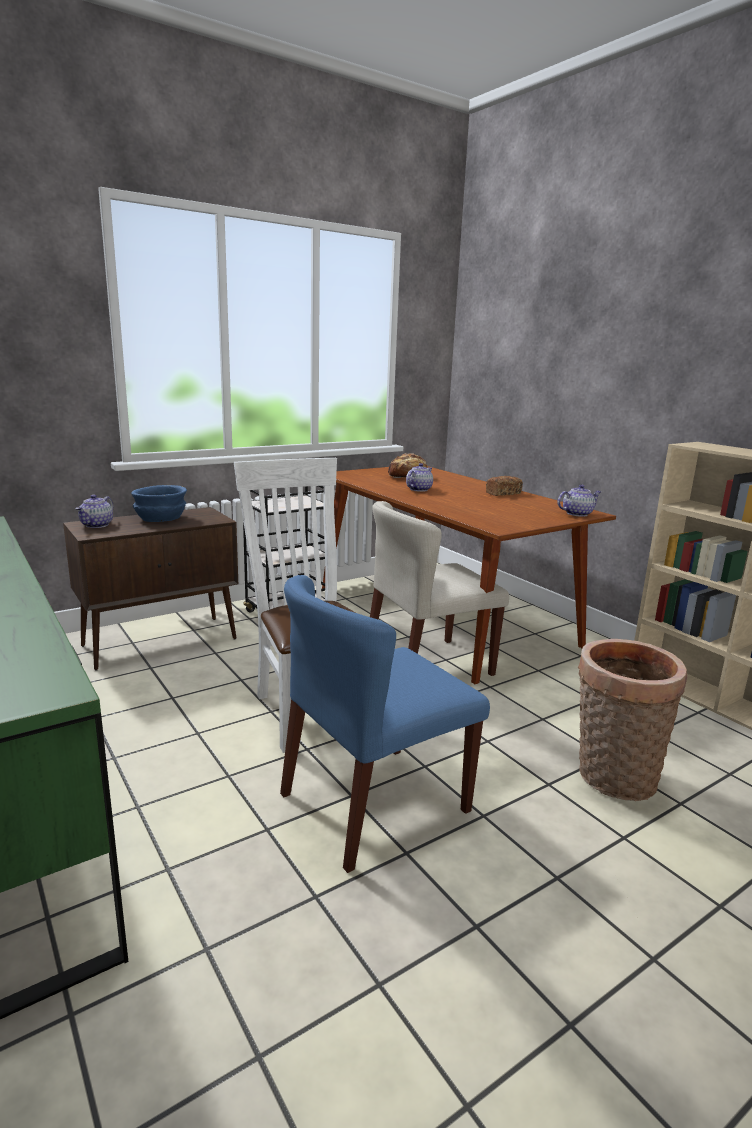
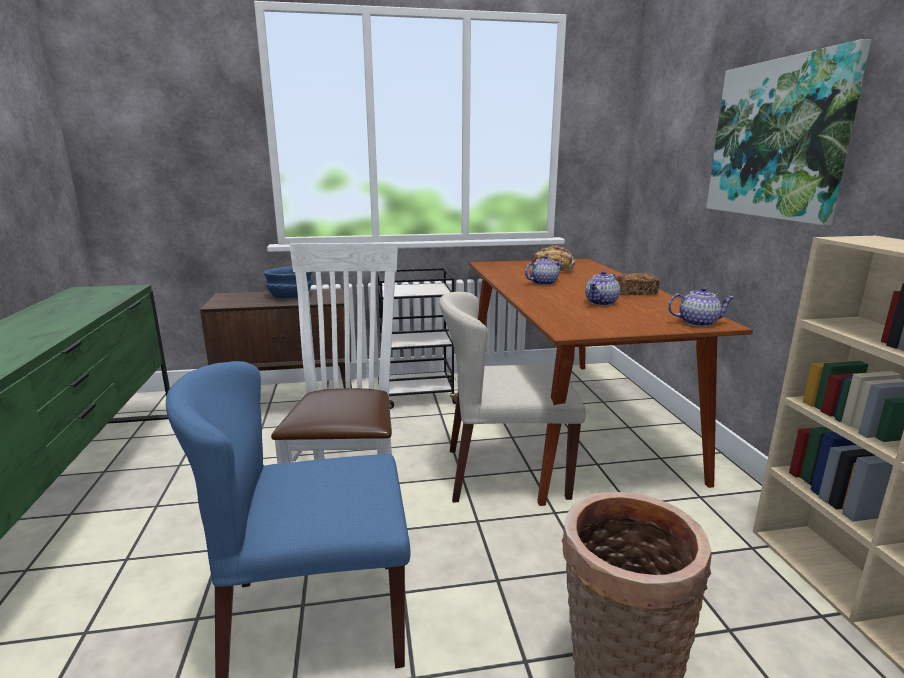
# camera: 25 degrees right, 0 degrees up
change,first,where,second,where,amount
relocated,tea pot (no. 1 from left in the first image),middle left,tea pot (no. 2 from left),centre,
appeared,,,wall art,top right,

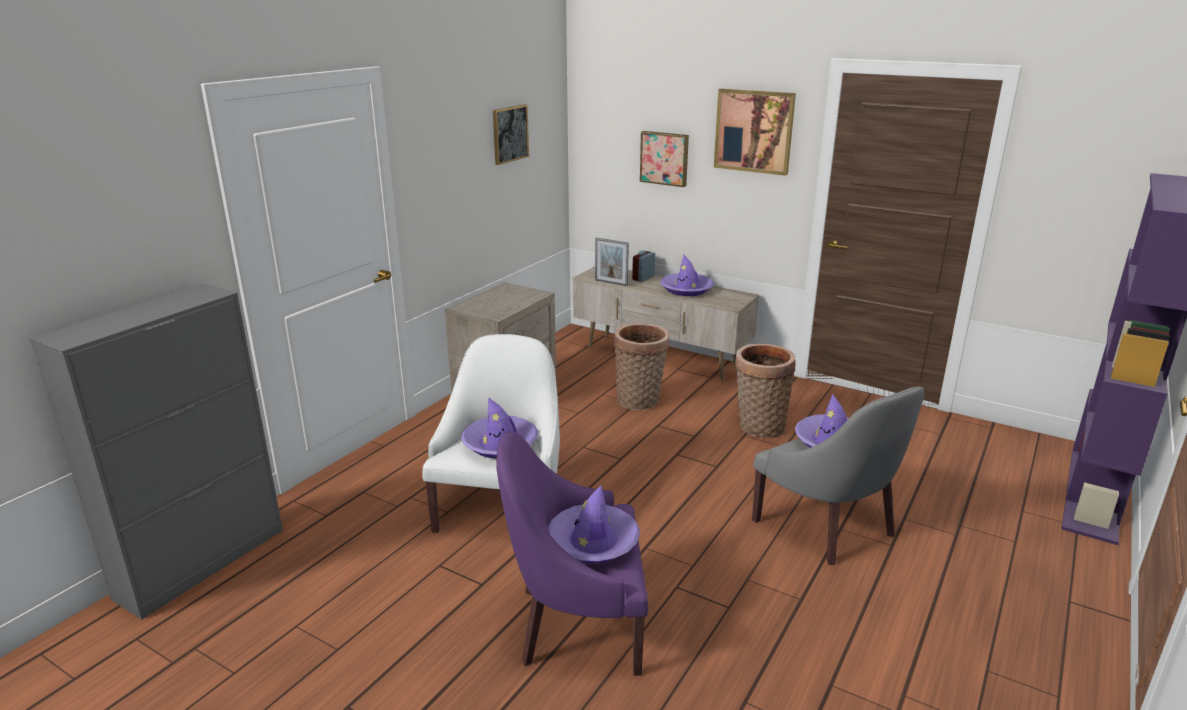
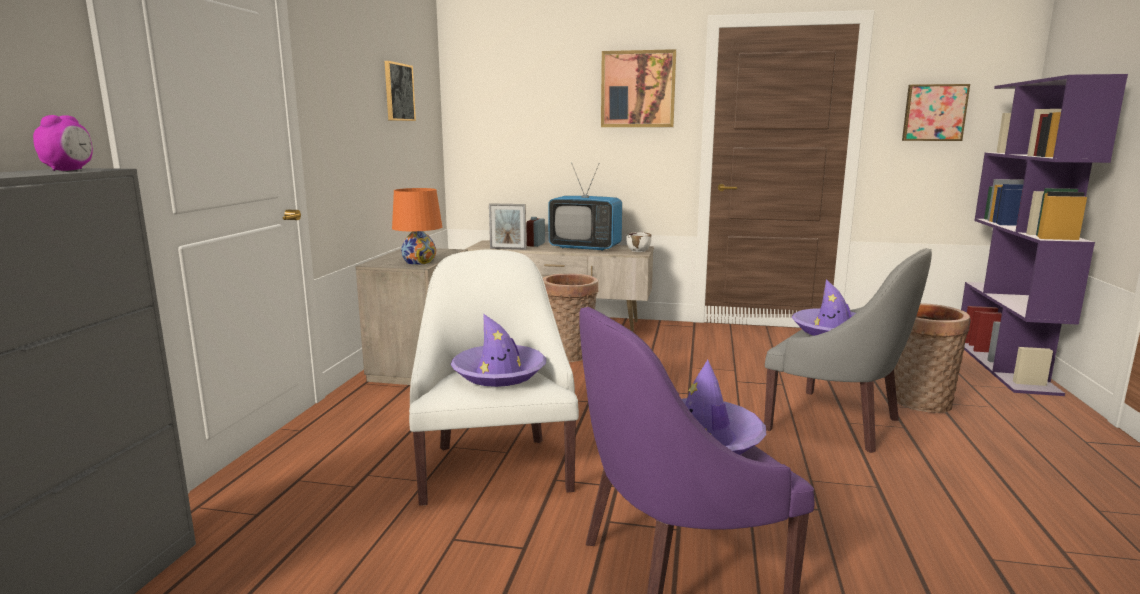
# camera: 20 degrees left, 10 degrees down
change,first,where,second,where,amount
appeared,,,table clock (no. 1 from left),top left,
appeared,,,orange table lamp,centre,
exchanged,purple-coloured wearable hat (no. 3 from left),centre,TV set,centre,
appeared,,,white-coloured deep dish,centre,
relocated,basket (no. 2 from left),centre,,middle right,
relocated,wall art (no. 2 from left in the first image),top centre,wall art (no. 3 from left),top right,

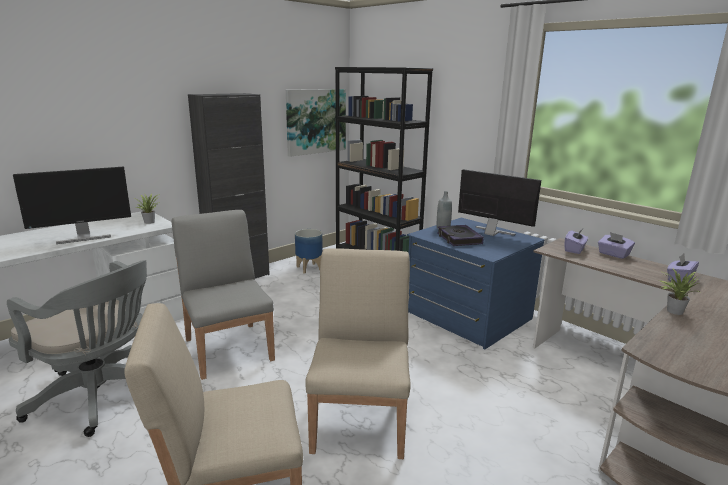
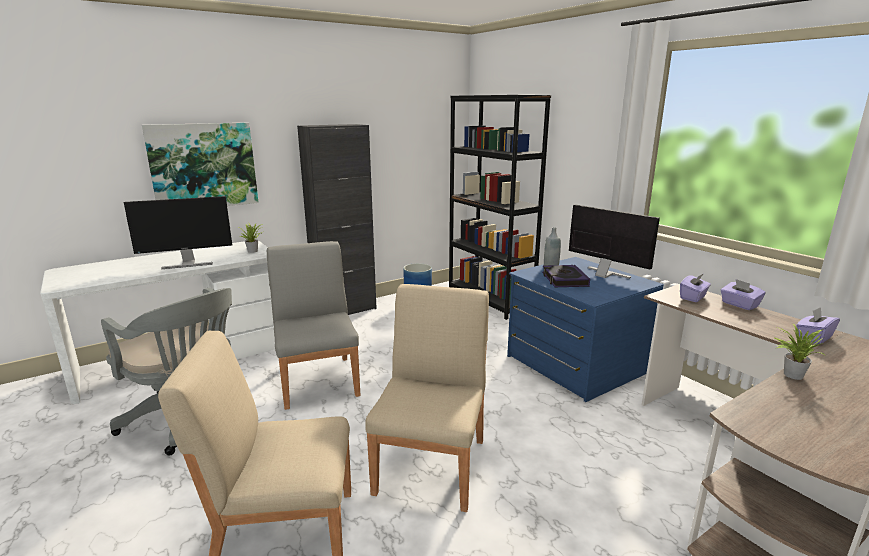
# camera: 10 degrees right, 0 degrees up
change,first,where,second,where,amount
relocated,wall art,top centre,,top left,

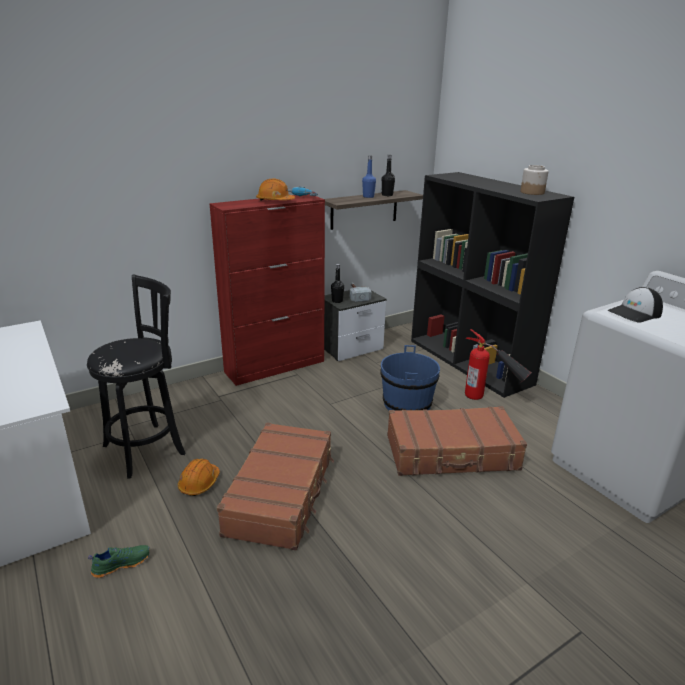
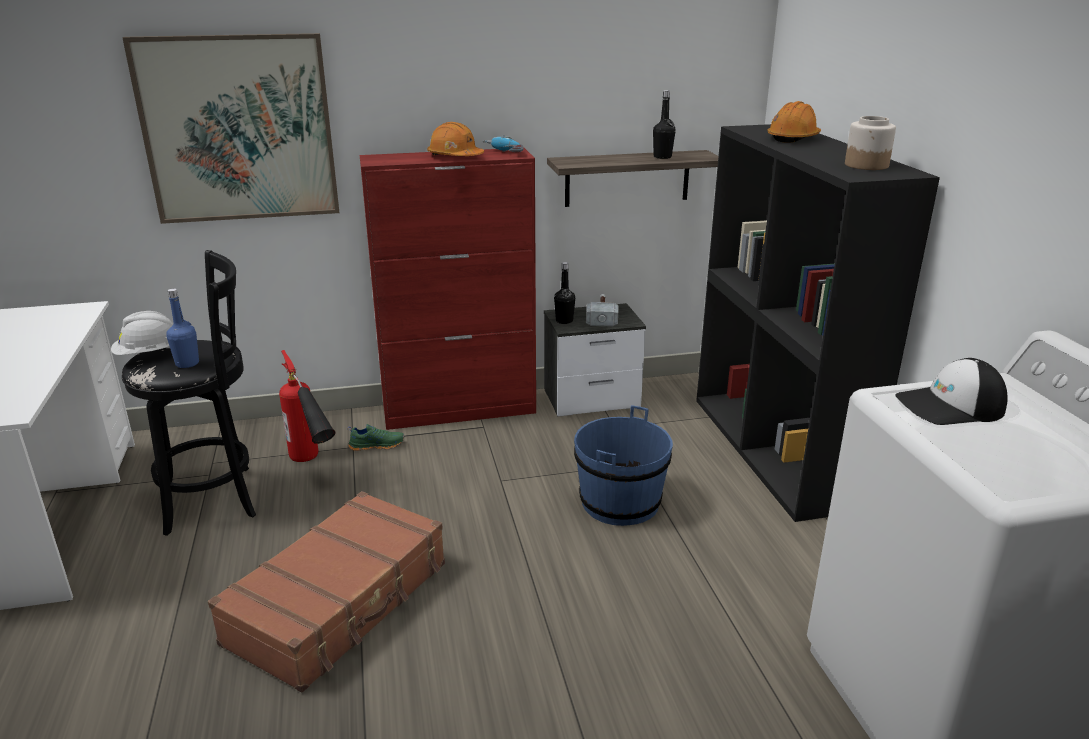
# camera: 20 degrees right, 0 degrees up
change,first,where,second,where,amount
appeared,,,white-coloured work helmet,middle left,
appeared,,,wall art,top left,
relocated,blue bottle,top centre,,middle left,
relocated,fire extinguisher,middle right,,middle left,
relocated,green-coloured shoe,bottom left,,centre,
relocated,orange work helmet (no. 1 from left in the first image),bottom left,orange work helmet (no. 2 from left),top right,
missing,brownish piece of luggage (no. 2 from left),middle right,,,

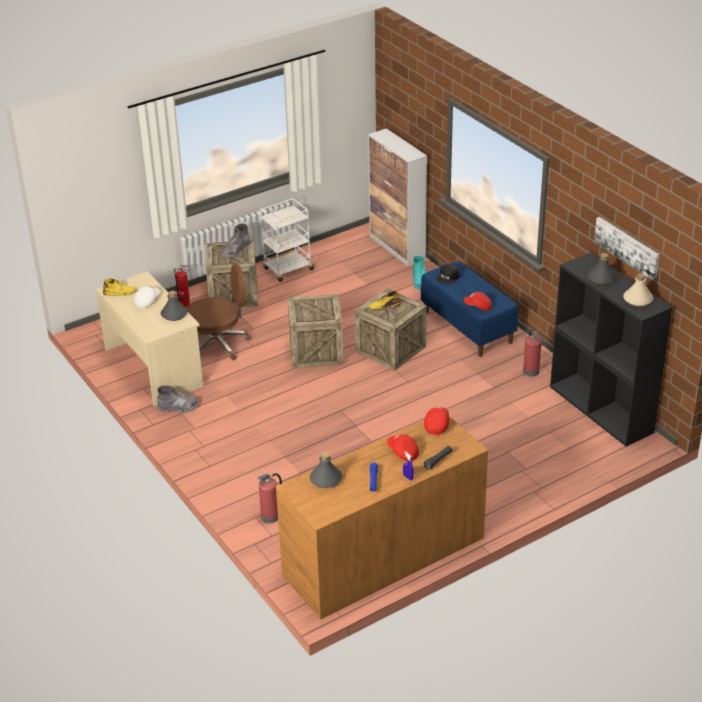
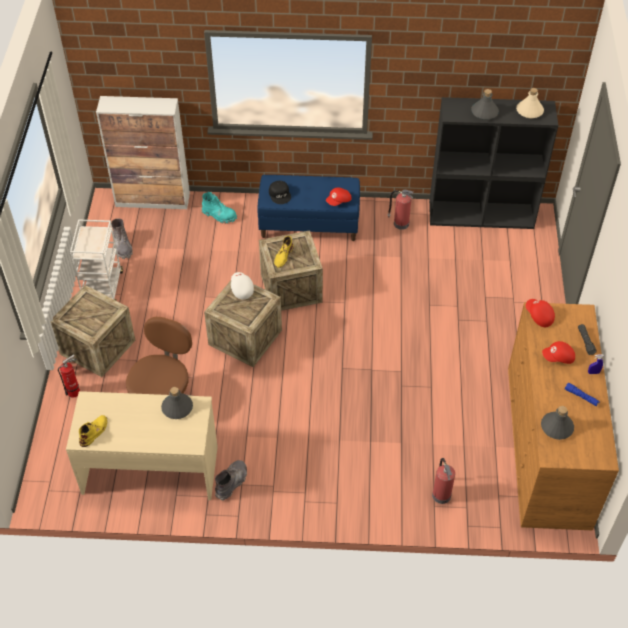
# camera: 55 degrees left, 15 degrees up
change,first,where,second,where,amount
relocated,greyish tall boot (no. 2 from left in the first image),centre,greyish tall boot (no. 1 from left),middle left,
relocated,white-coloured peaked cap,middle left,,centre,
missing,wall art,middle right,,,

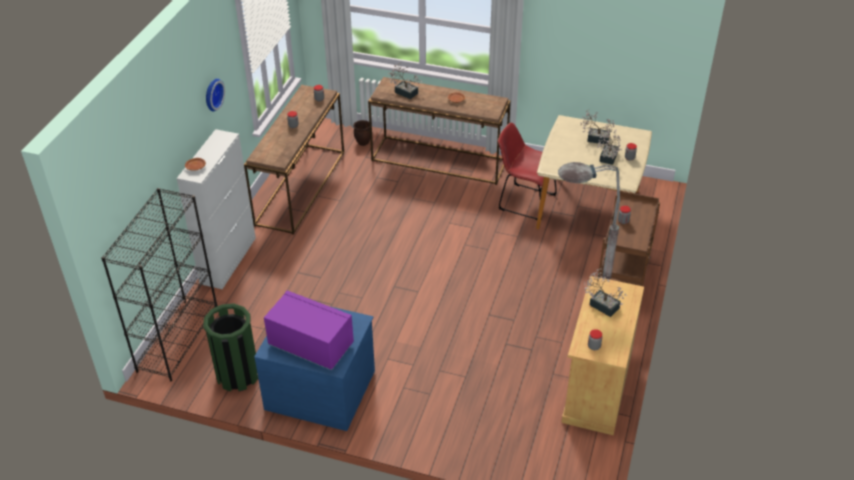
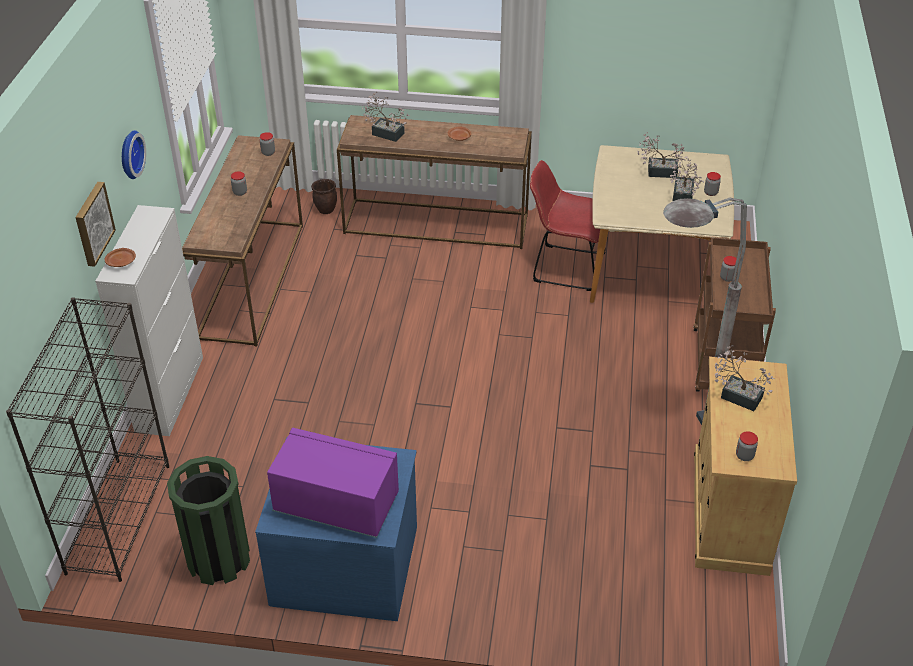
# camera: 10 degrees left, 0 degrees up
change,first,where,second,where,amount
appeared,,,wall art,middle left,

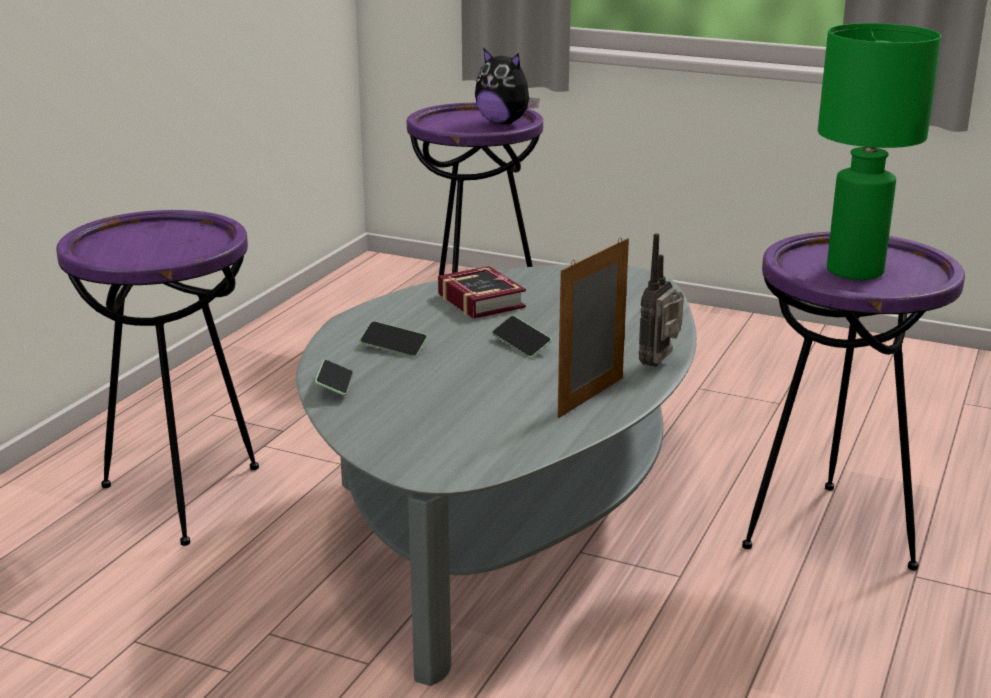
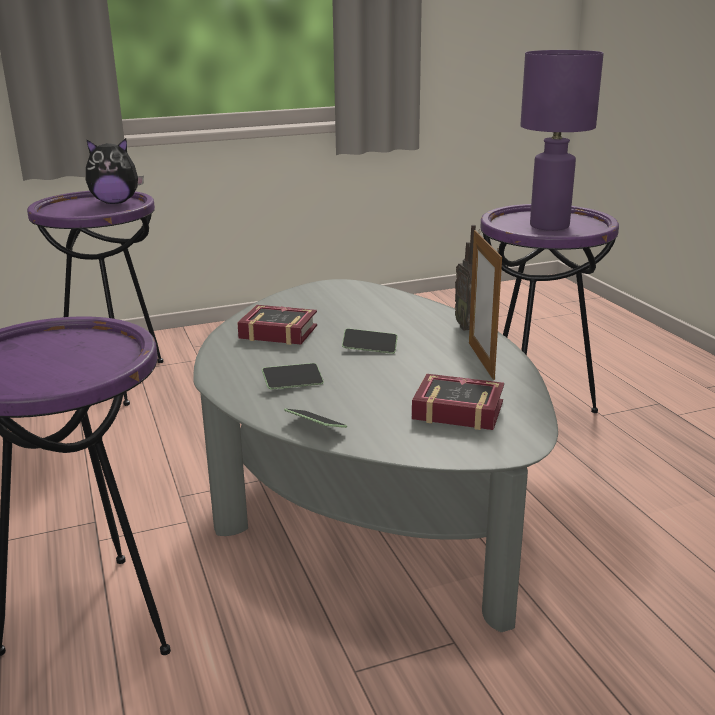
# camera: 45 degrees left, 0 degrees up
change,first,where,second,where,amount
appeared,,,volume (no. 2 from left),centre,
colour,green-coloured table lamp,top right,purple-coloured table lamp,top right,

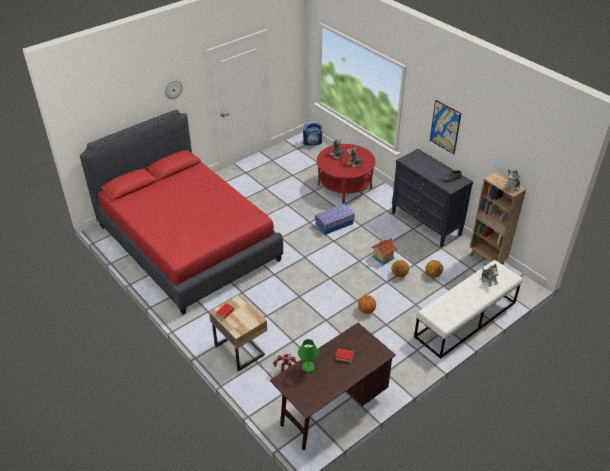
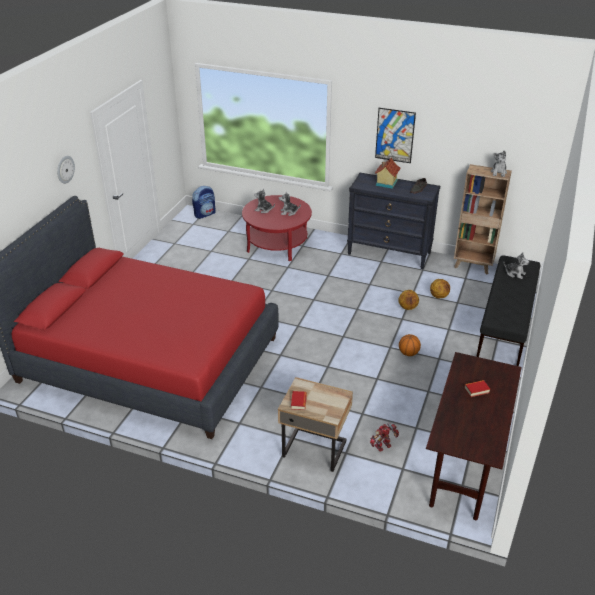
# camera: 30 degrees left, 5 degrees down
change,first,where,second,where,amount
relocated,miniature house,centre,,top centre,
colour,white-coloured bench,middle right,black-coloured bench,middle right,
missing,green-coloured table lamp,bottom centre,,,
missing,storage bin,centre,,,

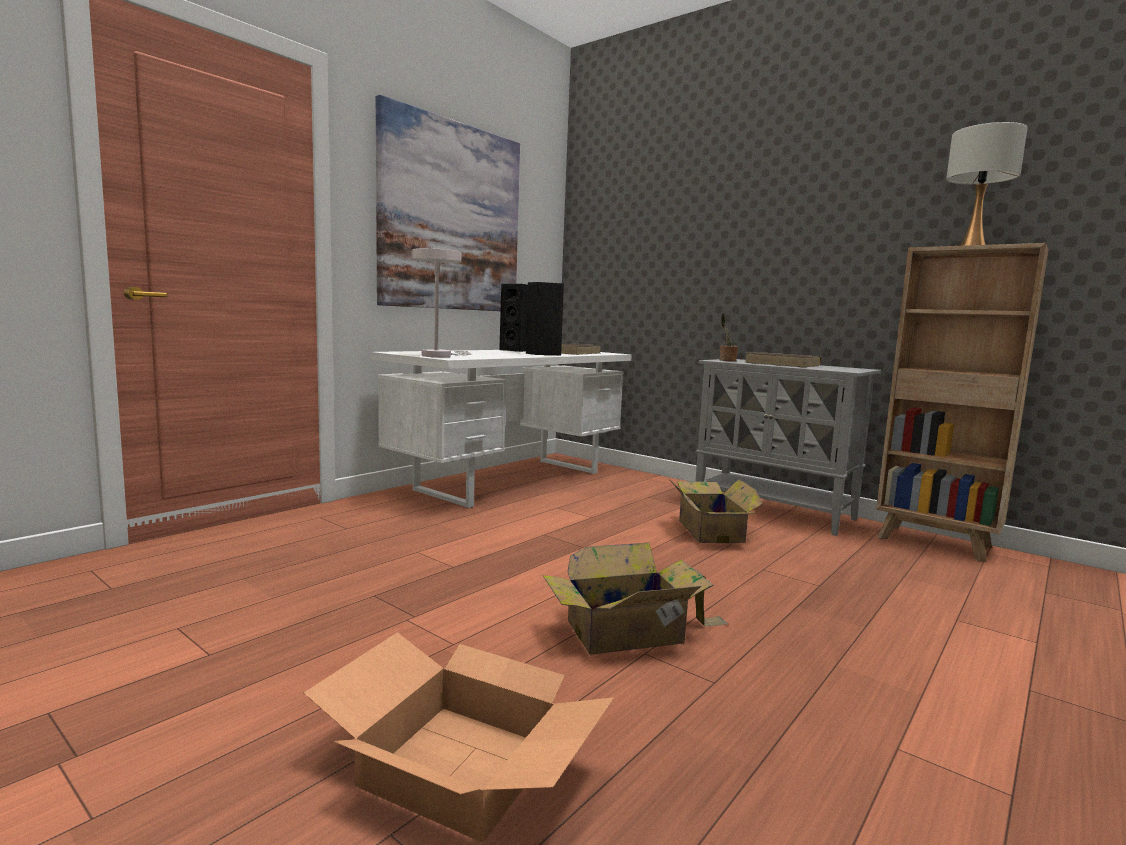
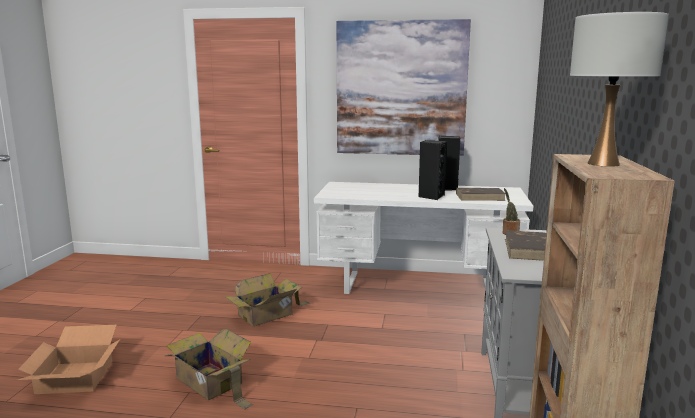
# camera: 60 degrees right, 5 degrees up
change,first,where,second,where,amount
relocated,cardboard box (no. 3 from left),centre,,bottom centre,
missing,white-coloured table lamp (no. 1 from left),centre,,,

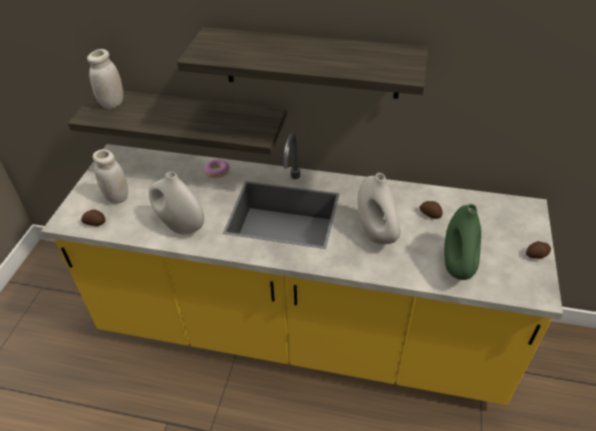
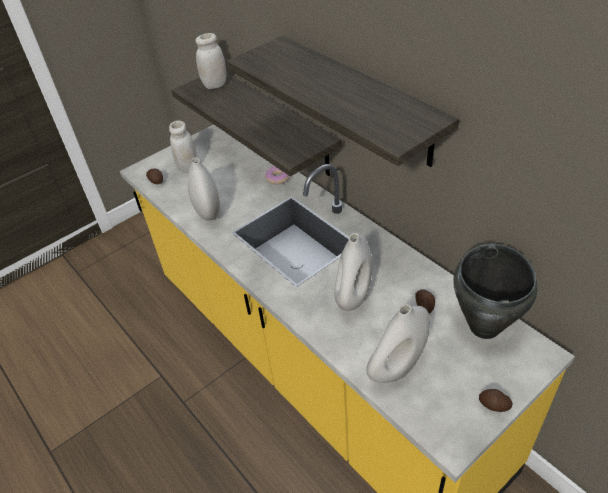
# camera: 40 degrees right, 0 degrees up
change,first,where,second,where,amount
colour,green-coloured decorative vase,middle right,white-coloured decorative vase (no. 3 from left),bottom centre,
appeared,,,black-coloured saucepot,middle right,

